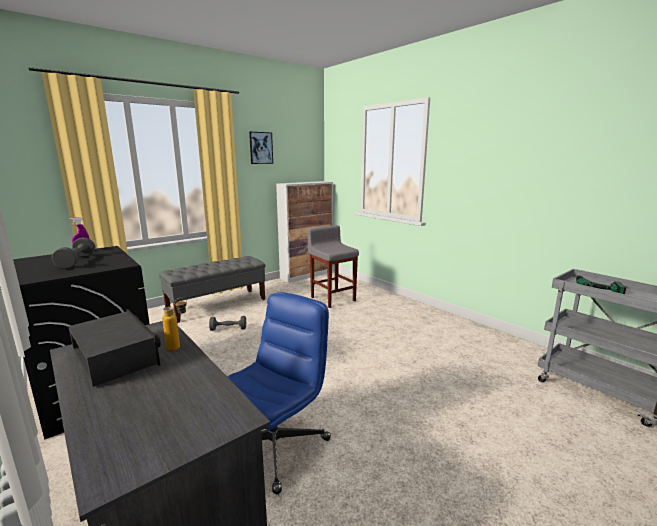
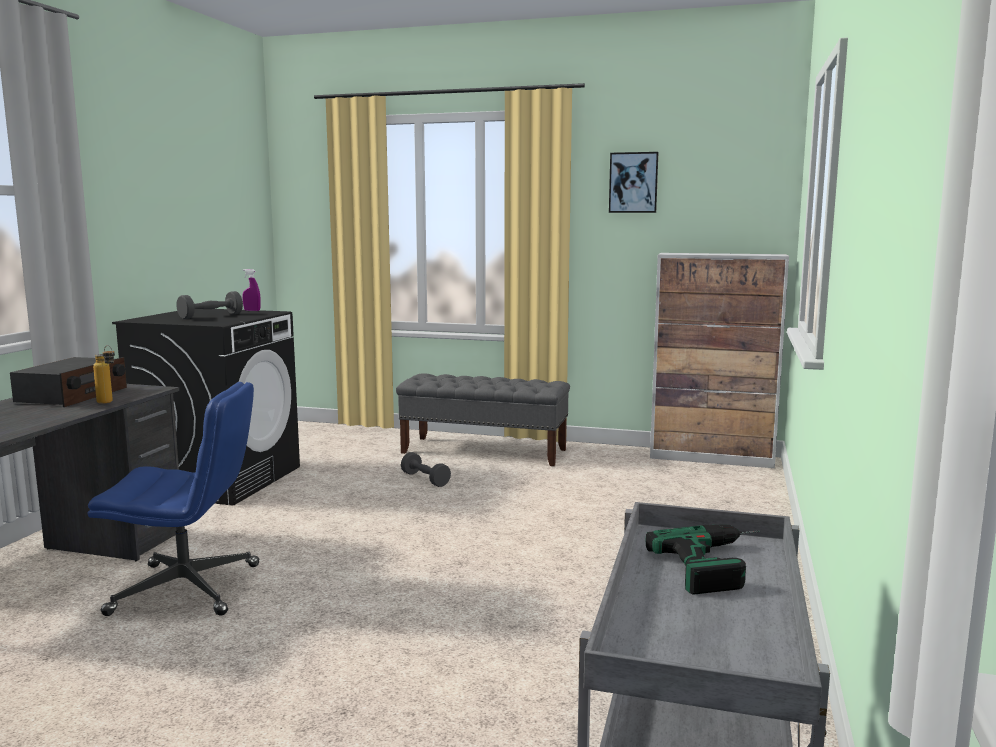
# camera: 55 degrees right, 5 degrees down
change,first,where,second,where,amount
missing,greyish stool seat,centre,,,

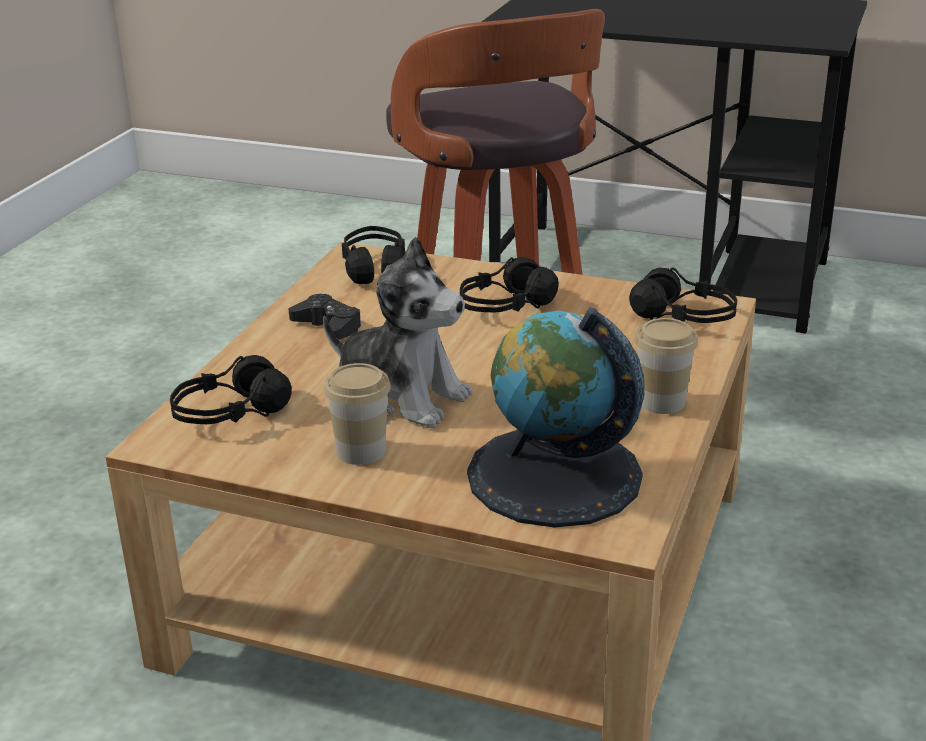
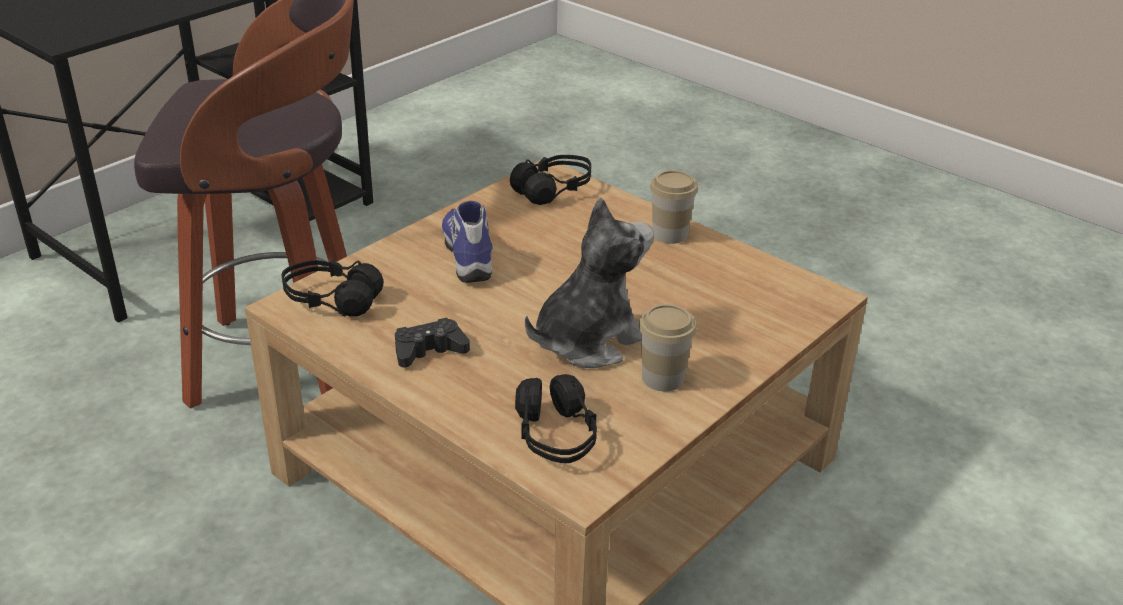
# camera: 70 degrees left, 5 degrees up
change,first,where,second,where,amount
exchanged,black-coloured headphones (no. 3 from left),centre,shoe,centre,
missing,desk globe,centre,,,

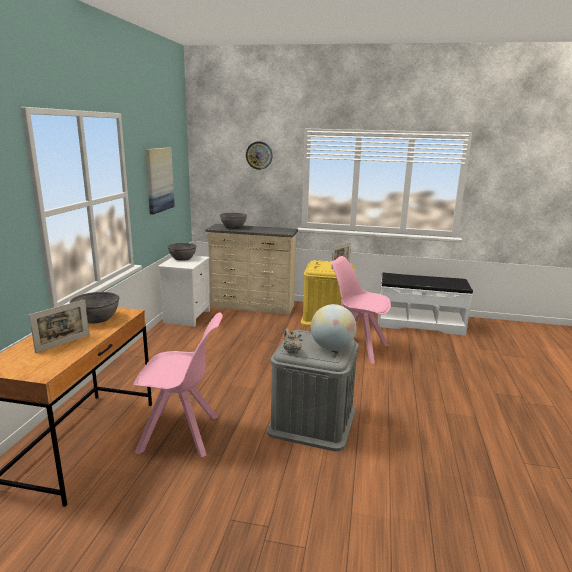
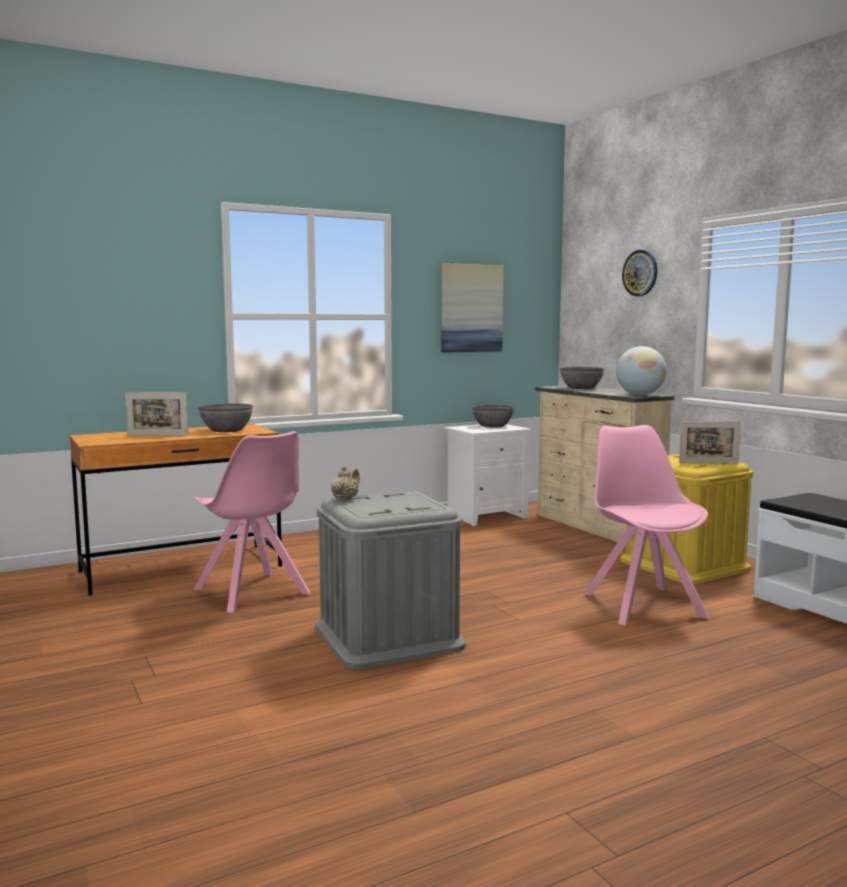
# camera: 50 degrees right, 10 degrees down
change,first,where,second,where,amount
relocated,desk globe,centre,,middle right,

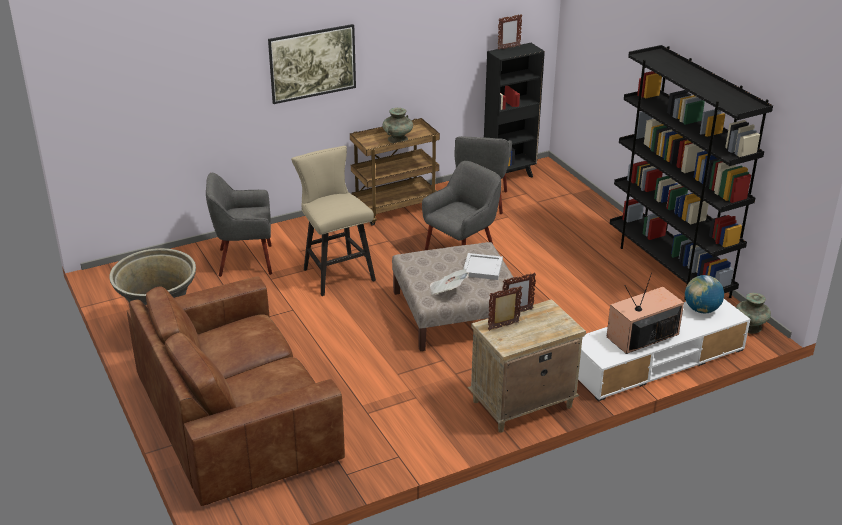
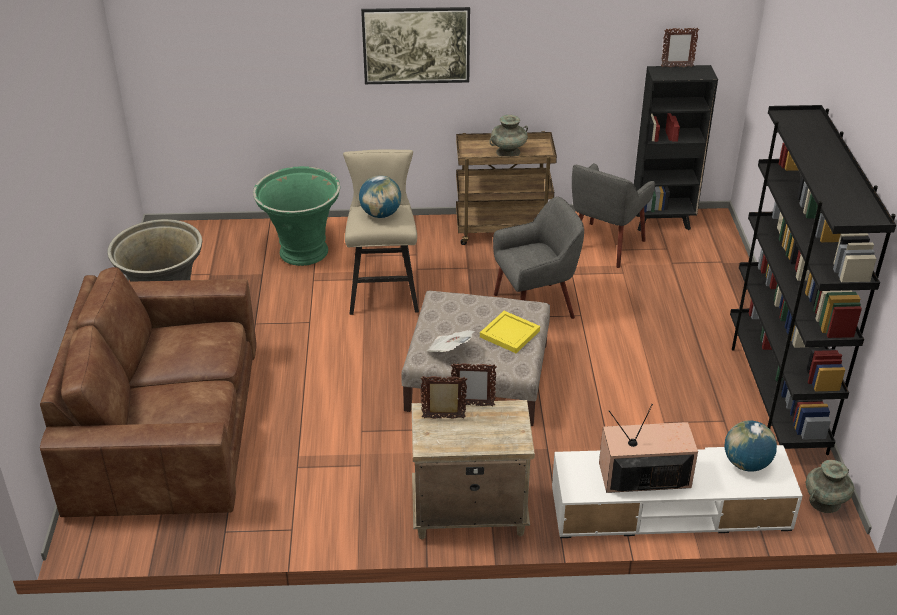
# camera: 25 degrees right, 5 degrees up
change,first,where,second,where,amount
exchanged,greyish easy chair (no. 1 from left),middle left,green-coloured flower pot,middle left,
appeared,,,desk globe (no. 1 from left),top centre,
colour,white-coloured serving tray,centre,yellowish serving tray,centre,

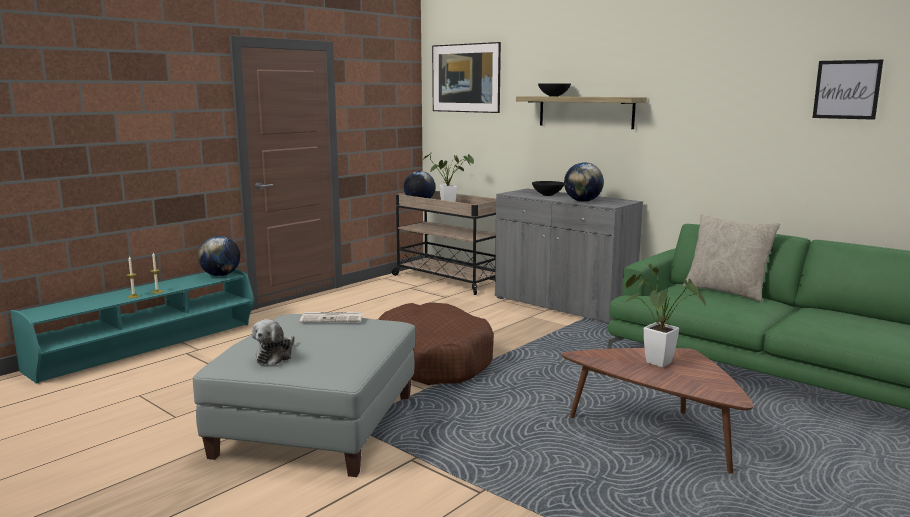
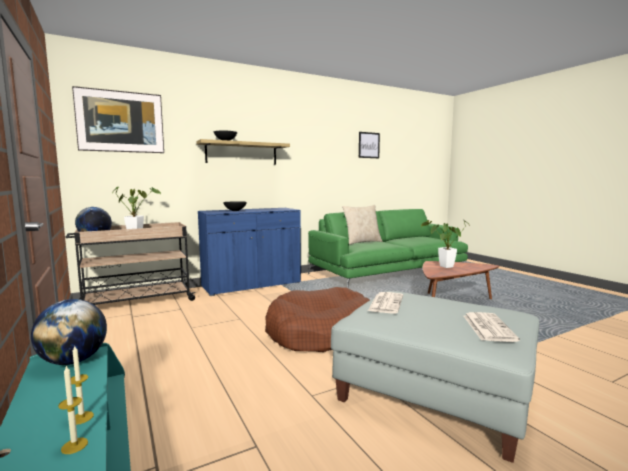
# camera: 70 degrees left, 5 degrees down
change,first,where,second,where,amount
colour,greyish cabinet,centre,blue cabinet,centre,
exchanged,soft toy,middle left,daily paper (no. 2 from left),bottom right,
missing,desk globe (no. 3 from left),centre,,,

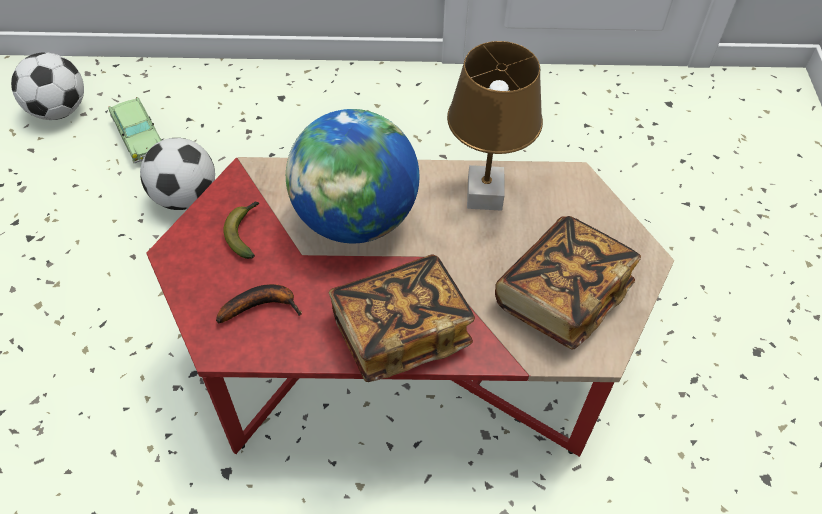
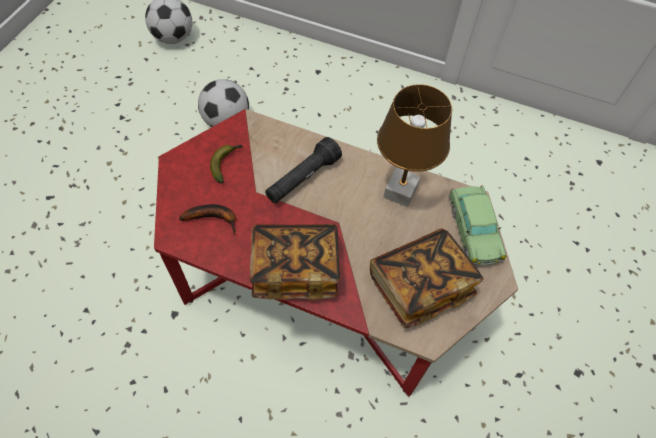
# camera: 20 degrees right, 5 degrees up
change,first,where,second,where,amount
exchanged,desk globe,centre,black-coloured hand torch,centre,
relocated,toy car,top left,,middle right,

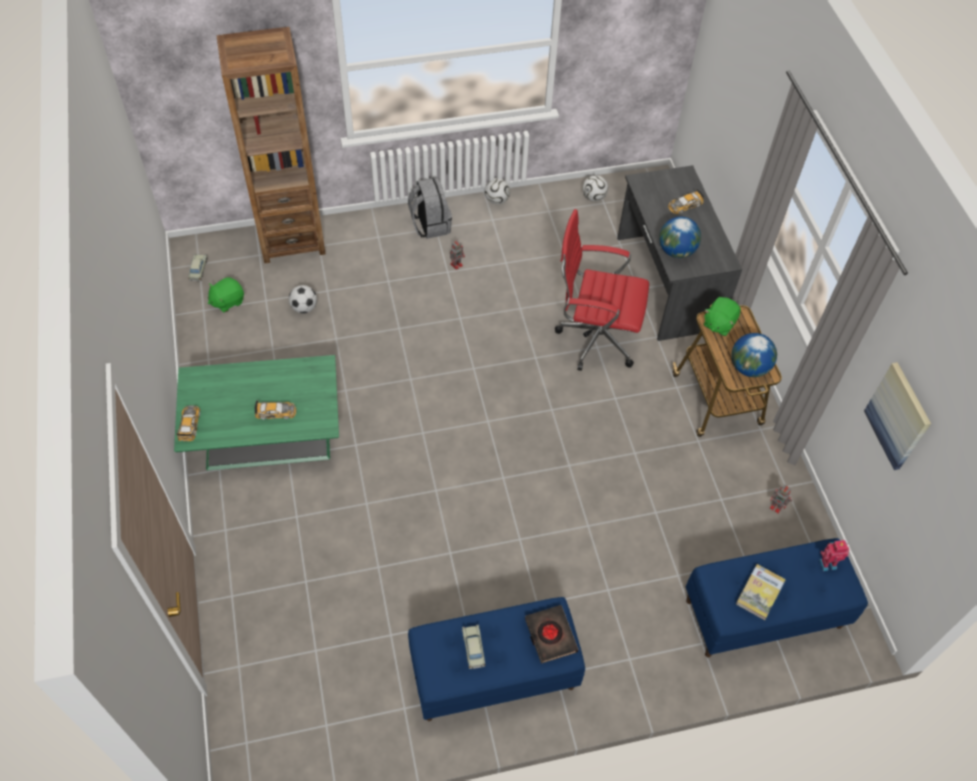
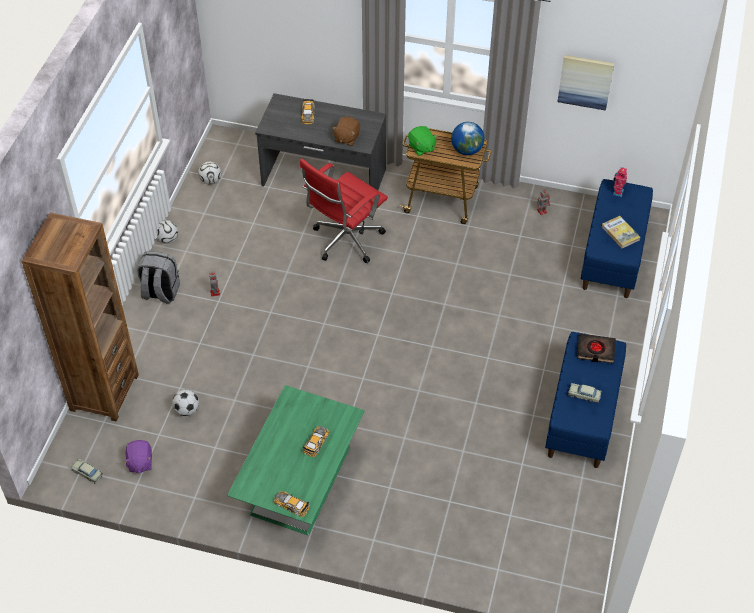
# camera: 60 degrees left, 5 degrees down
change,first,where,second,where,amount
colour,green-coloured soft toy (no. 1 from left),middle left,purple-coloured soft toy,bottom left,
exchanged,desk globe (no. 1 from left),top right,brownish soft toy,top centre,

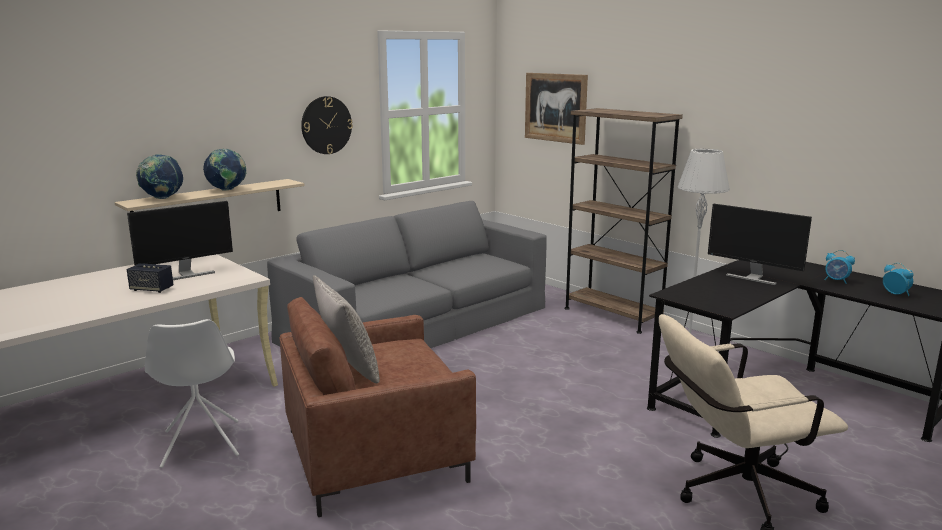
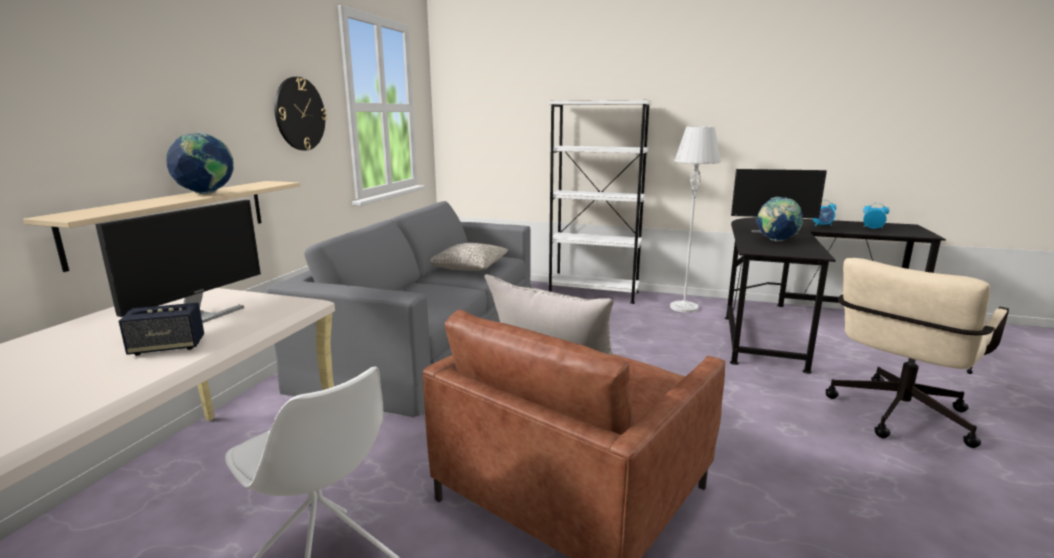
# camera: 30 degrees left, 0 degrees up
change,first,where,second,where,amount
appeared,,,greyish pillow (no. 1 from left),centre,
colour,brownish bookcase,centre,white-coloured bookcase,centre,
relocated,desk globe (no. 1 from left in the first image),top left,desk globe (no. 2 from left),middle right,
missing,wall art,top centre,,,

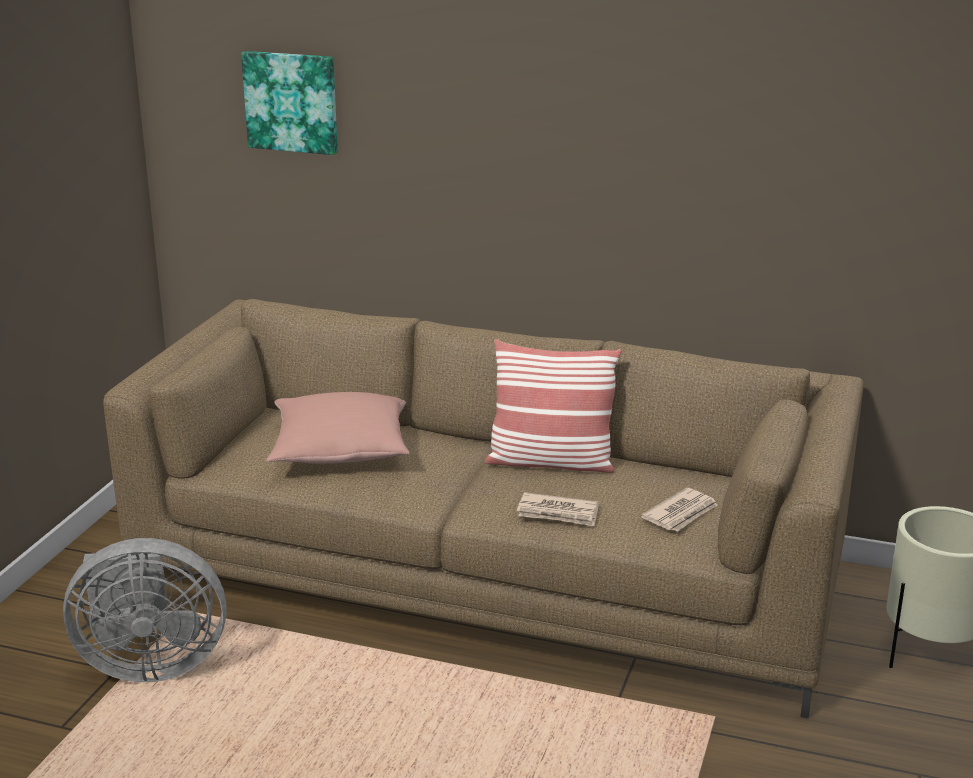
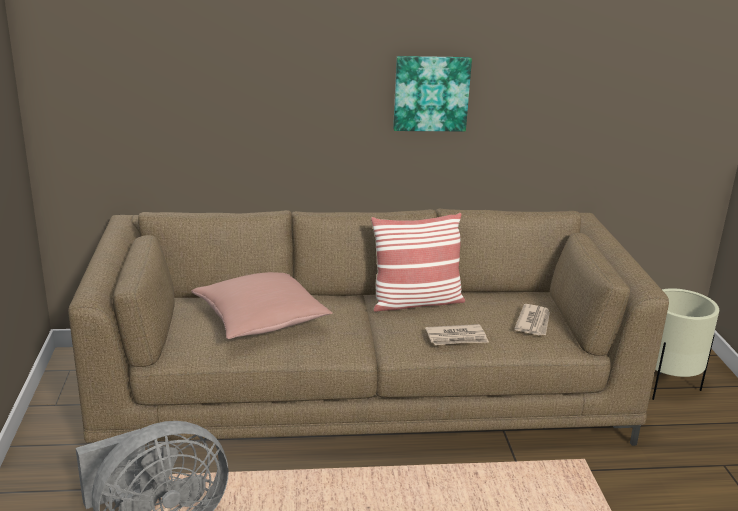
# camera: 25 degrees left, 0 degrees up
change,first,where,second,where,amount
relocated,wall art,top left,,top centre,

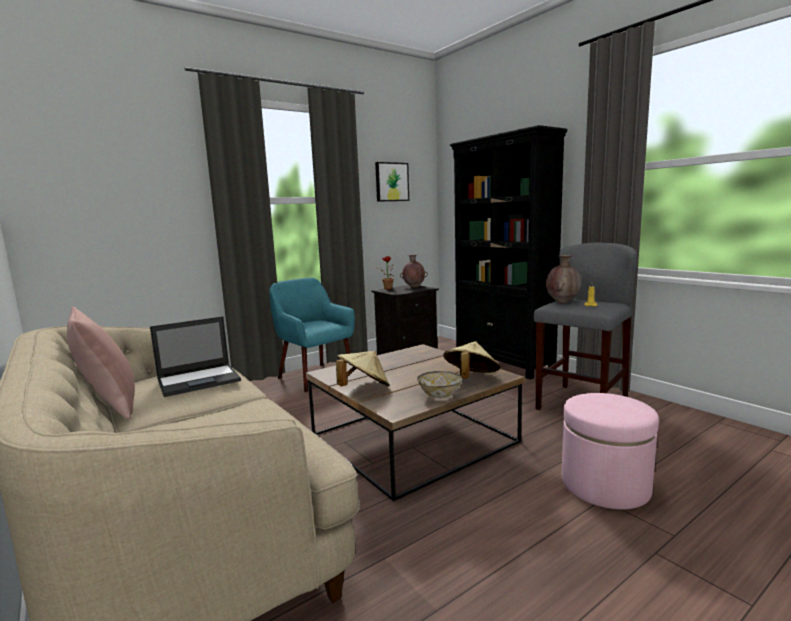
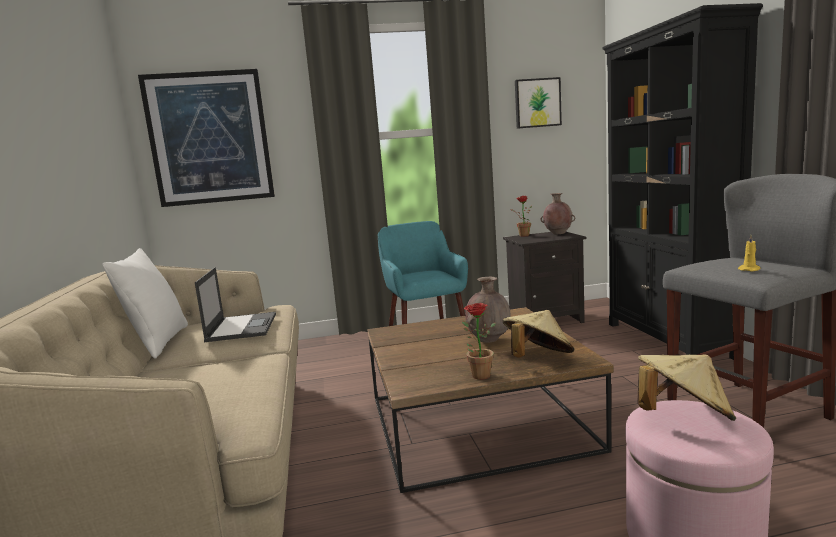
# camera: 25 degrees right, 0 degrees up
change,first,where,second,where,amount
colour,pink-coloured pillow,middle left,white-coloured pillow,middle left,
appeared,,,wall art (no. 1 from left),top left,
spun,portable computer,middle left,,middle left,90 degrees counterclockwise
exchanged,deep dish,centre,plant in a pot (no. 1 from left),centre,
relocated,brownish decorative vase (no. 2 from left in the first image),middle right,brownish decorative vase (no. 1 from left),centre,
relocated,beige-coloured wearable hat (no. 1 from left in the first image),centre,beige-coloured wearable hat (no. 2 from left),bottom right,

